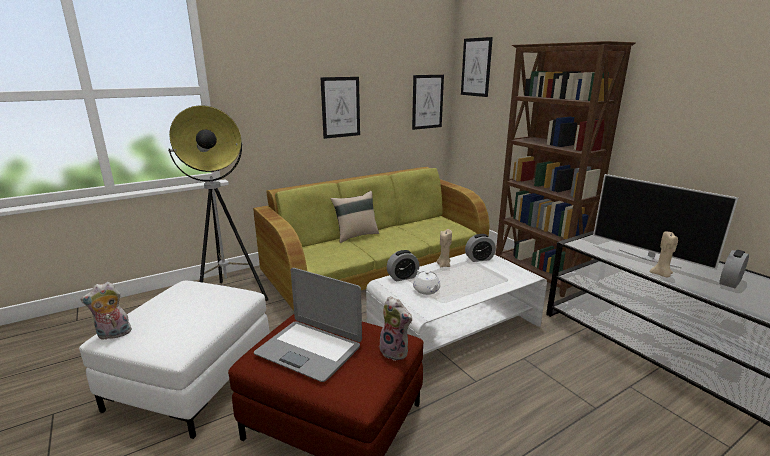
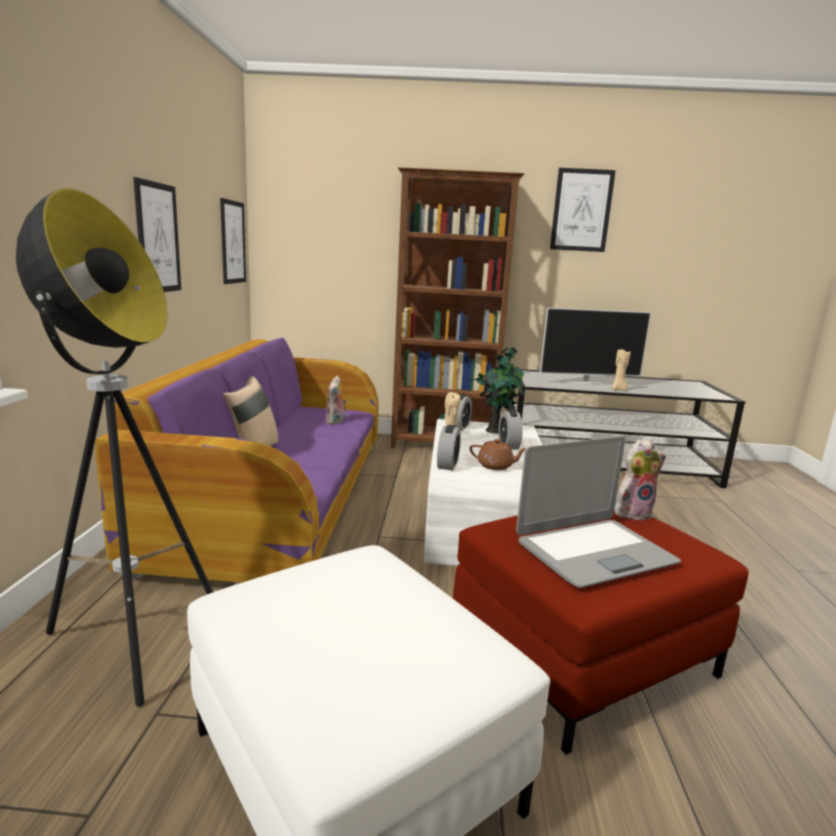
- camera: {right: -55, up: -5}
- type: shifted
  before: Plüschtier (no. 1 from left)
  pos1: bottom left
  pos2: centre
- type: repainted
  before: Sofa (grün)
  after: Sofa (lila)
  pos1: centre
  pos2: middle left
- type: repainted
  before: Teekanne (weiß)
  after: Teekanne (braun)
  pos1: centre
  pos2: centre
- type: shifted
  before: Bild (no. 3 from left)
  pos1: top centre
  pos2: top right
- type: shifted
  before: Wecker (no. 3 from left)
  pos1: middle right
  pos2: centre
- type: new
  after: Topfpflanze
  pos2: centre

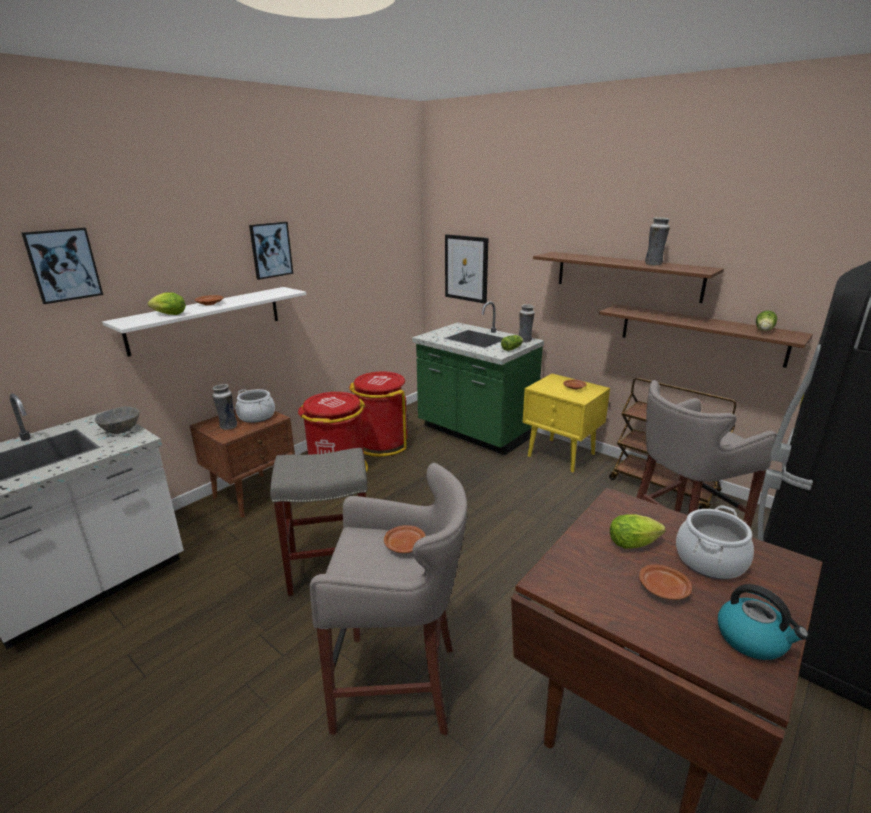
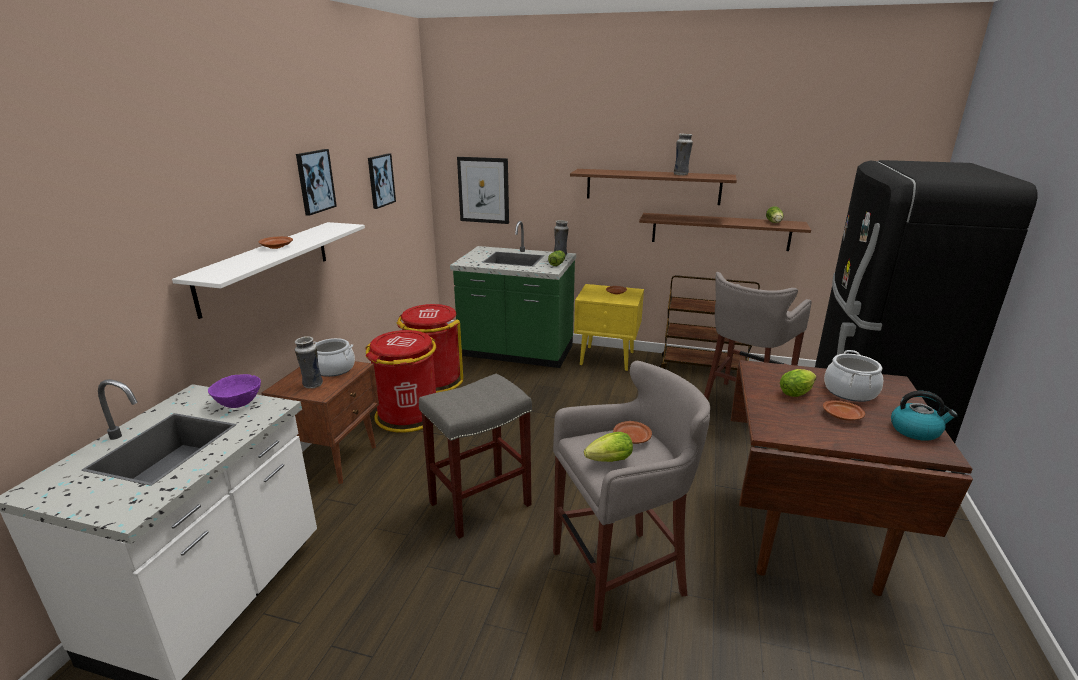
- camera: {right: -25, up: 0}
- type: shifted
  before: Bild (no. 1 from left in the first image)
  after: Bild (no. 2 from left)
  pos1: top left
  pos2: top centre
- type: repainted
  before: Schüssel (grau)
  after: Schüssel (lila)
  pos1: middle left
  pos2: middle left
- type: shifted
  before: Salatkopf (no. 1 from left in the first image)
  after: Salatkopf (no. 2 from left)
  pos1: middle left
  pos2: centre

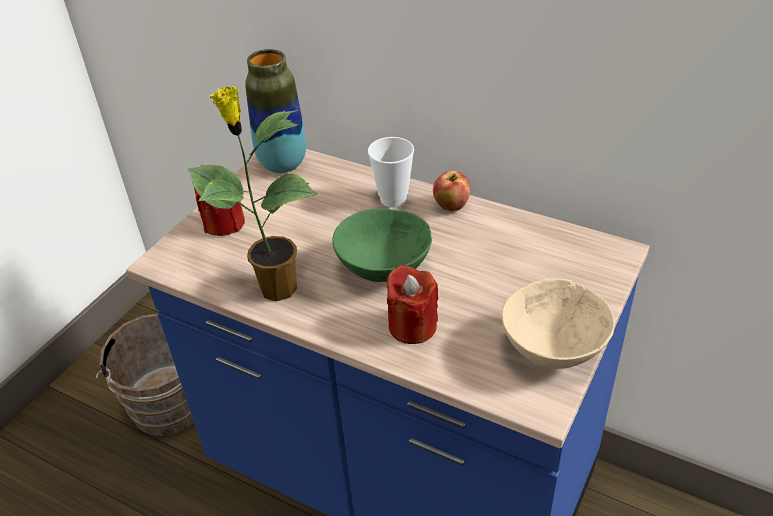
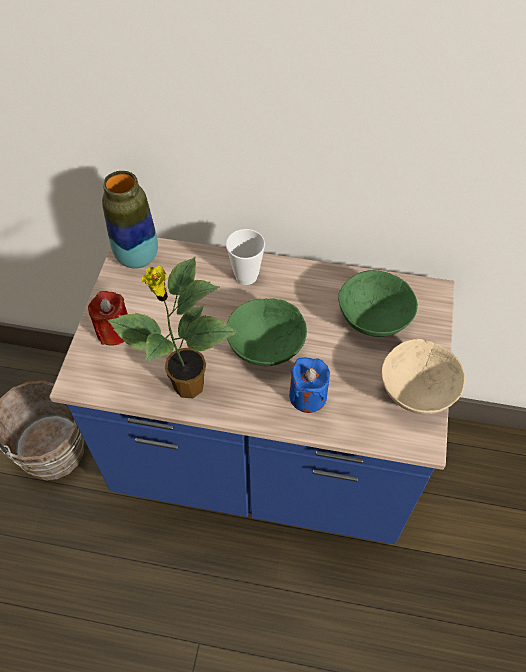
- camera: {right: -20, up: 15}
- type: repainted
  before: Kerze (rot) (no. 2 from left)
  after: Kerze (blau)
  pos1: centre
  pos2: centre
- type: gone
  before: Apfel
  pos1: centre
- type: new
  after: Schüssel (grün) (no. 2 from left)
  pos2: middle right

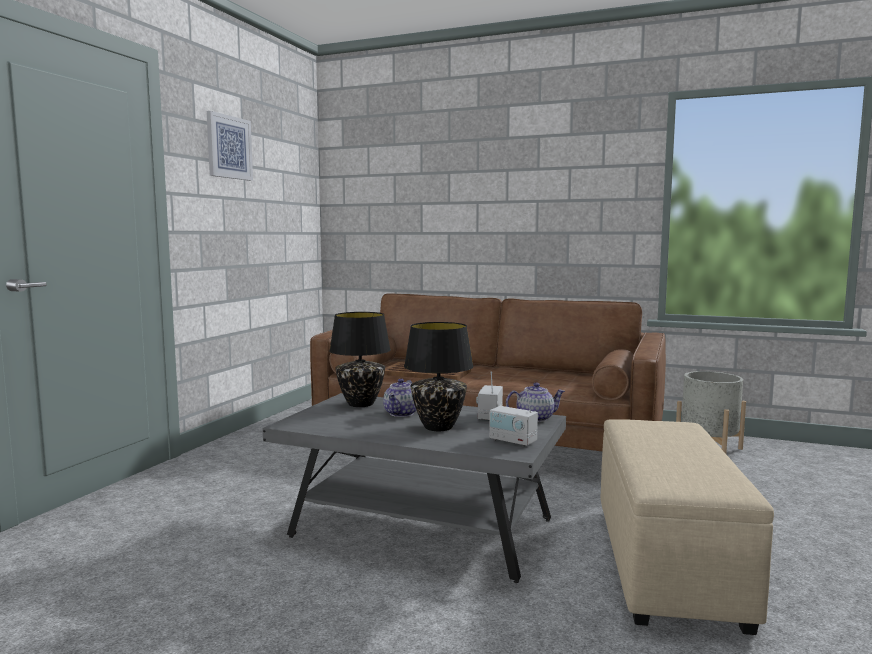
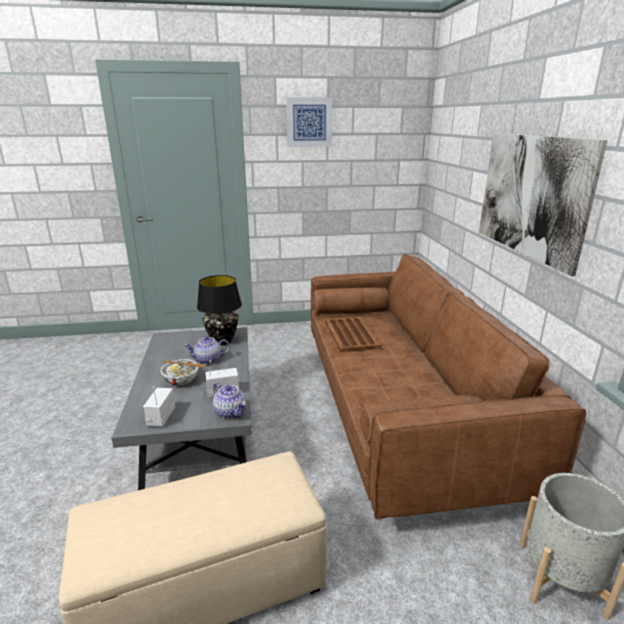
- camera: {right: 60, up: 15}
- type: swapped
  before: Tischlampe (schwarz) (no. 2 from left)
  after: Schüssel
  pos1: centre
  pos2: middle left
- type: new
  after: Bild (no. 2 from left)
  pos2: top right

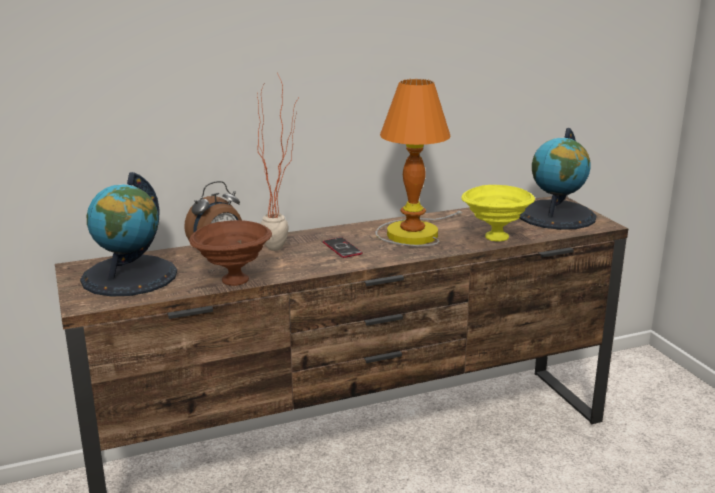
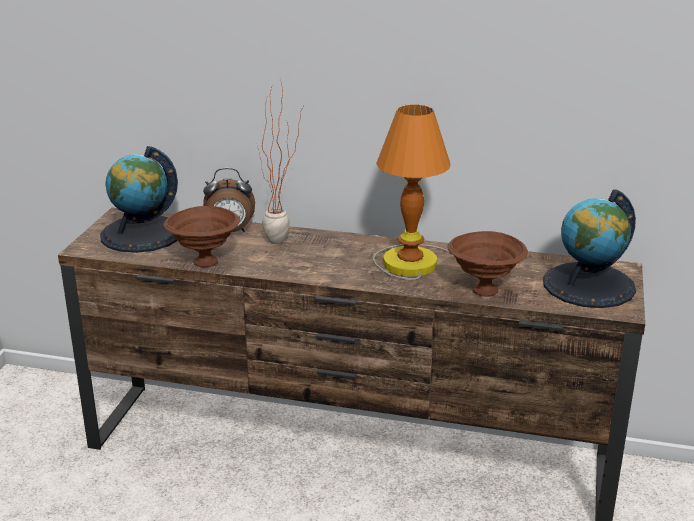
- camera: {right: 35, up: 5}
- type: gone
  before: Handy
  pos1: centre
- type: repainted
  before: Schüssel (gelb)
  after: Schüssel (braun) (no. 2 from left)
  pos1: middle right
  pos2: middle right

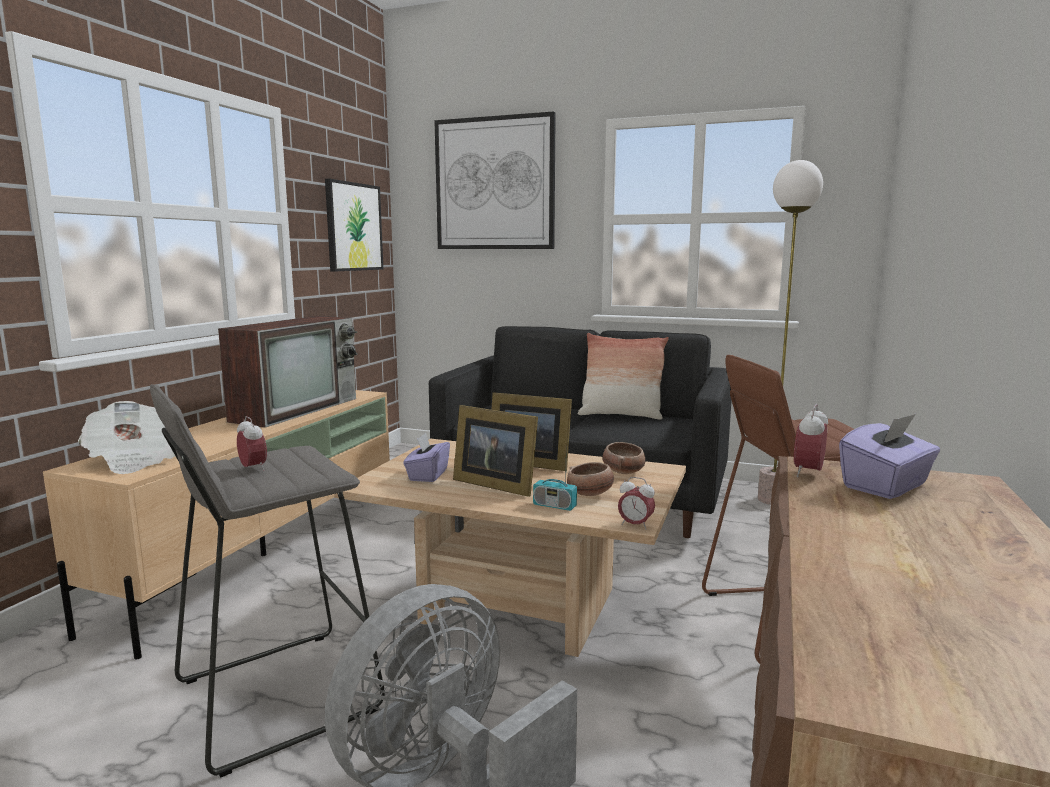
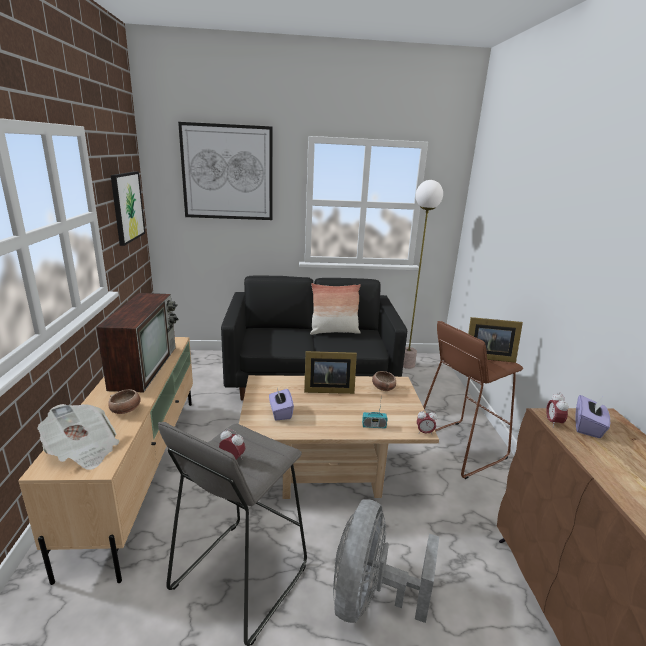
- camera: {right: -25, up: 10}
- type: shifted
  before: Bilderrahmen (no. 1 from left in the first image)
  after: Bilderrahmen (no. 2 from left)
  pos1: centre
  pos2: middle right
- type: shifted
  before: Schüssel (no. 1 from left)
  pos1: centre
  pos2: middle left

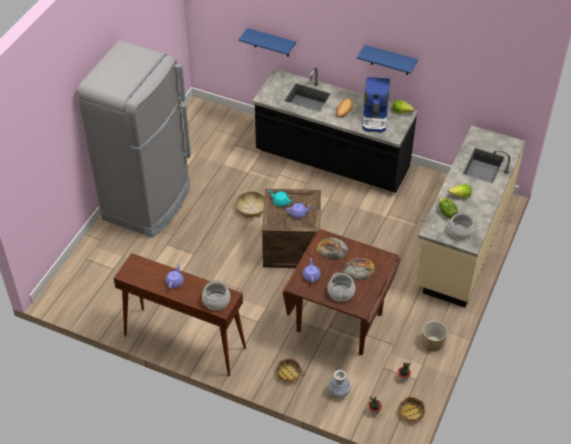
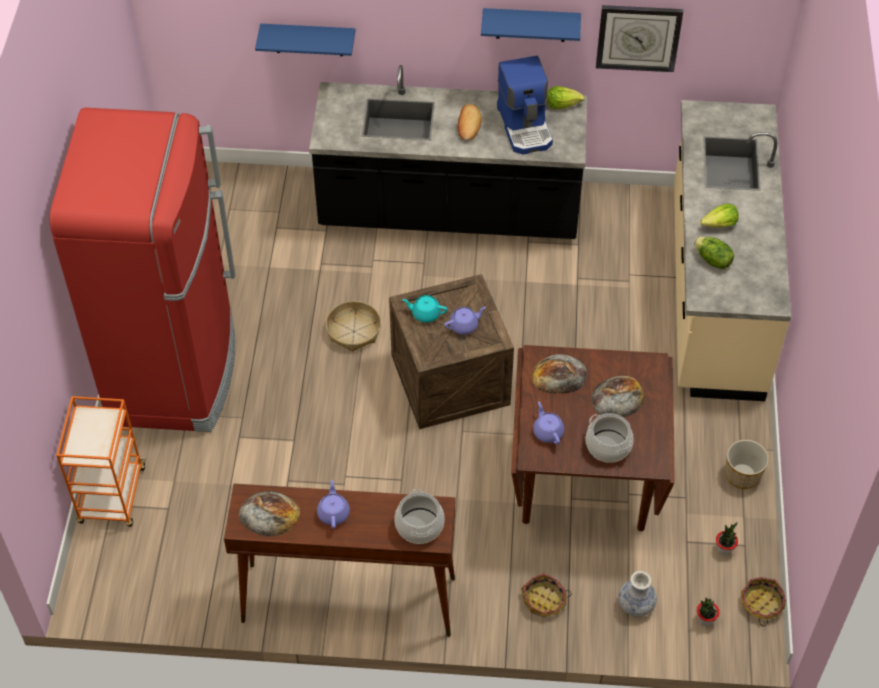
- camera: {right: -20, up: 5}
- type: repainted
  before: Kühlschrank (grau)
  after: Kühlschrank (rot)
  pos1: top left
  pos2: middle left
- type: gone
  before: Kochtopf (no. 3 from left)
  pos1: middle right
- type: new
  after: Rollwagen (orange)
  pos2: bottom left
- type: new
  after: Brot (no. 1 from left)
  pos2: bottom left
- type: new
  after: Wanduhr
  pos2: top right

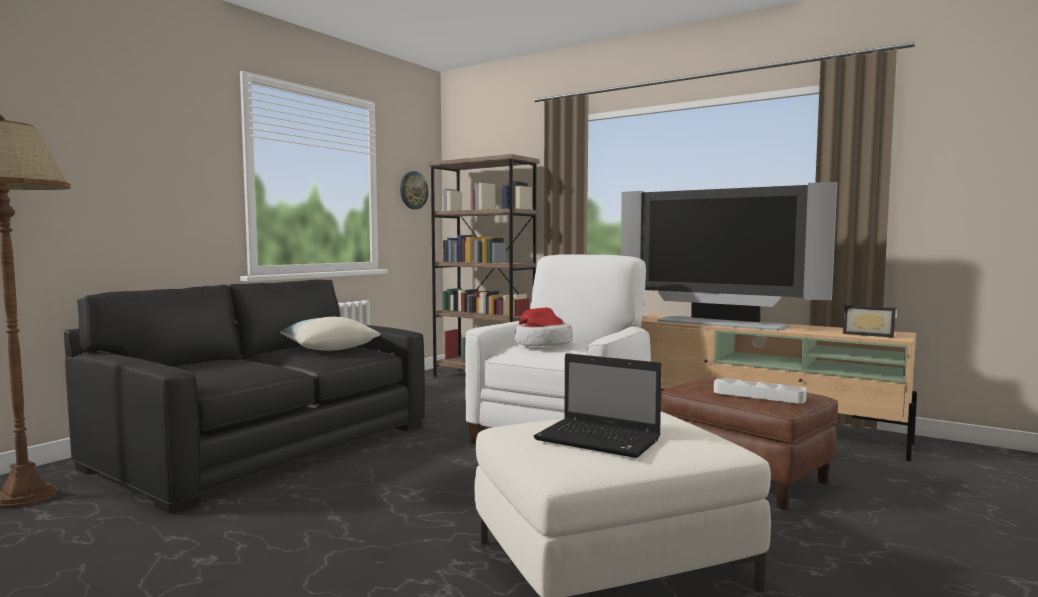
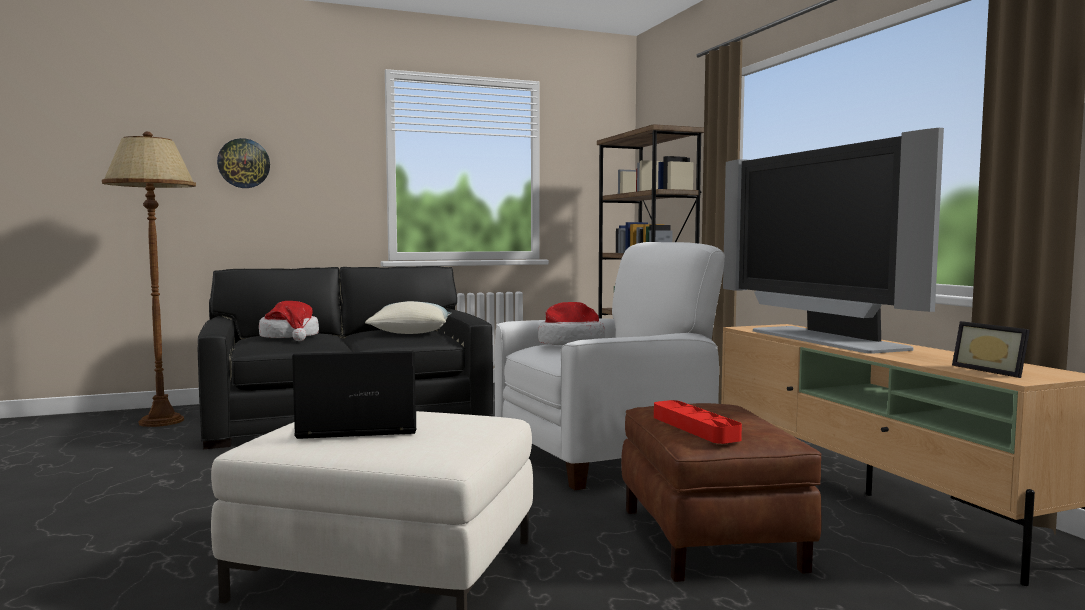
- camera: {right: 35, up: 0}
- type: shifted
  before: Wanduhr
  pos1: top centre
  pos2: top left
- type: rotated
  before: Laptop
  pos1: bottom centre
  pos2: middle left
  turn: 105
- type: repainted
  before: Tablett (weiß)
  after: Tablett (rot)
  pos1: middle right
  pos2: bottom centre
- type: new
  after: Hut (no. 1 from left)
  pos2: middle left

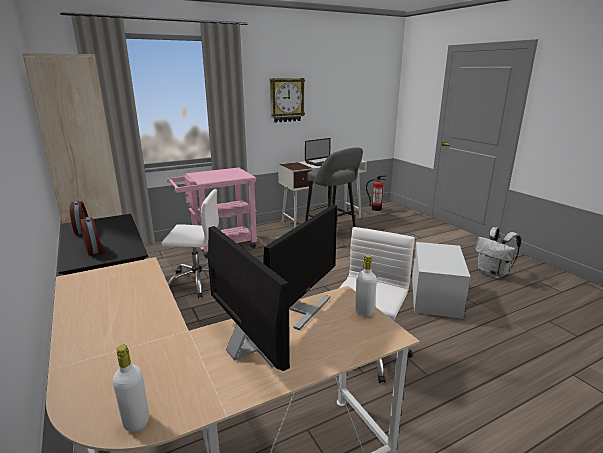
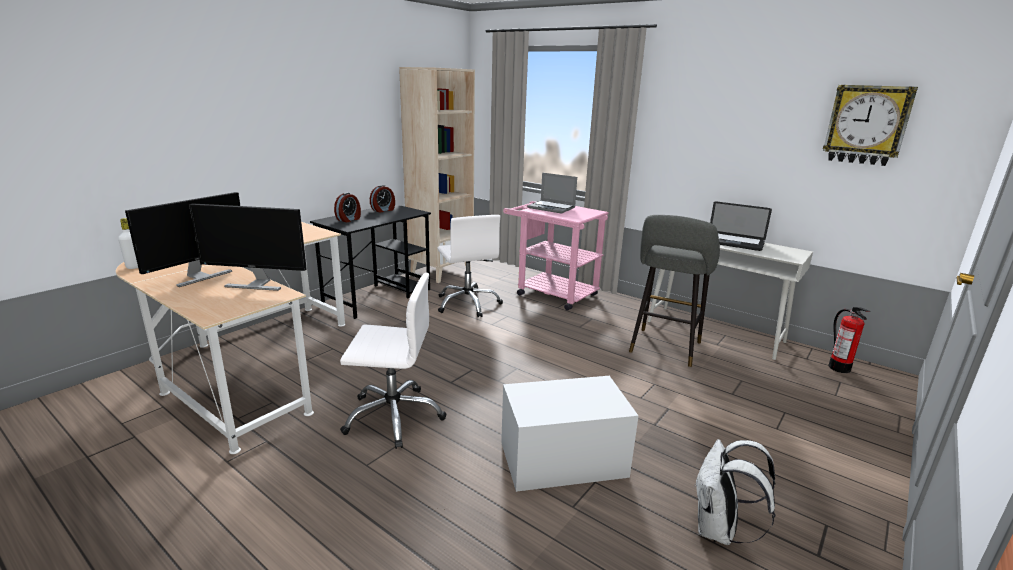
- camera: {right: 65, up: 0}
- type: shifted
  before: Wanduhr
  pos1: top centre
  pos2: top right
- type: gone
  before: Flasche (weiß) (no. 2 from left)
  pos1: centre
- type: new
  after: Laptop (no. 1 from left)
  pos2: centre

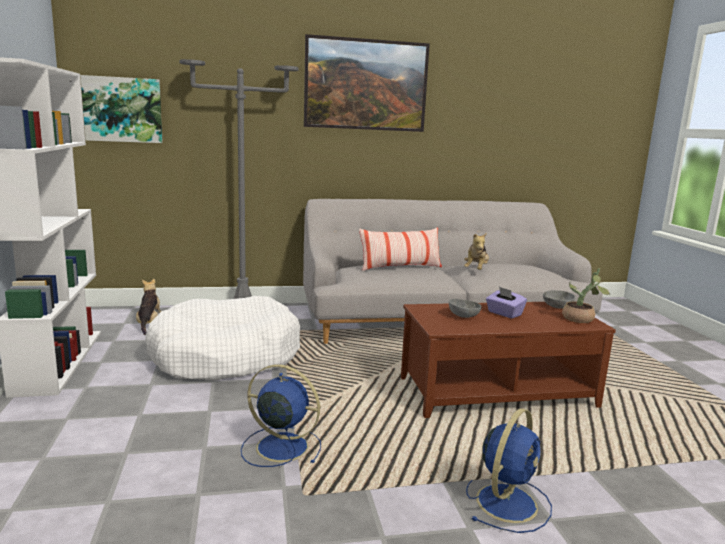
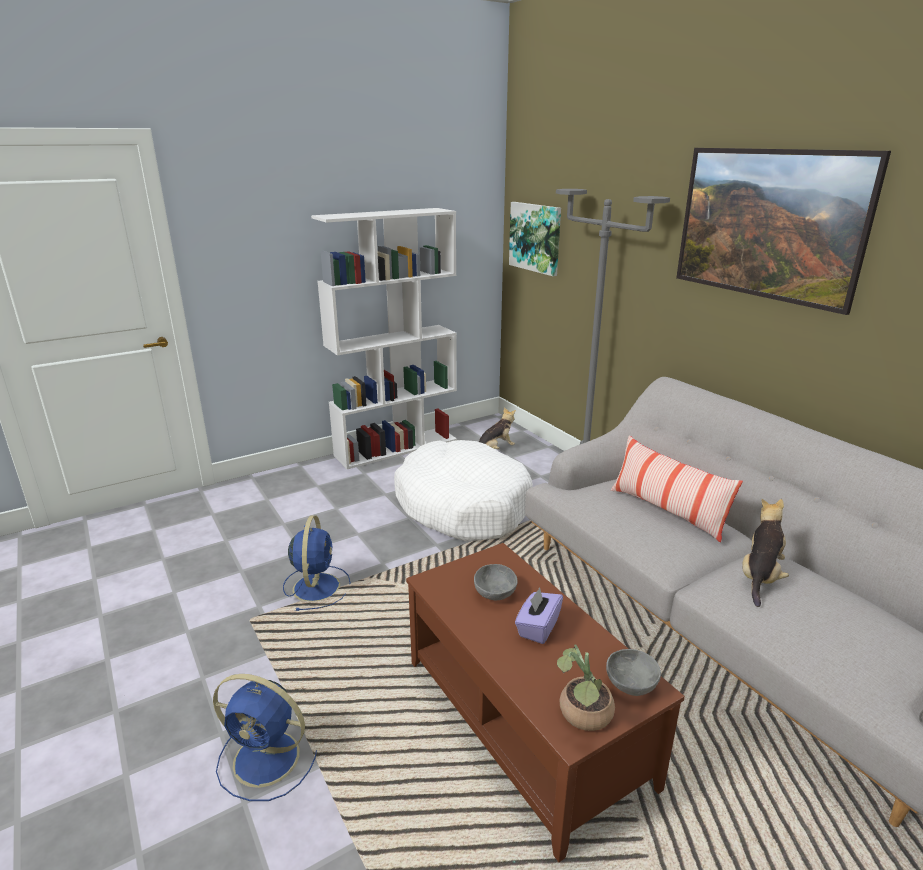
- camera: {right: 70, up: 10}
- type: rotated
  before: Plüschtier (no. 2 from left)
  pos1: centre
  pos2: middle right
  turn: 120

